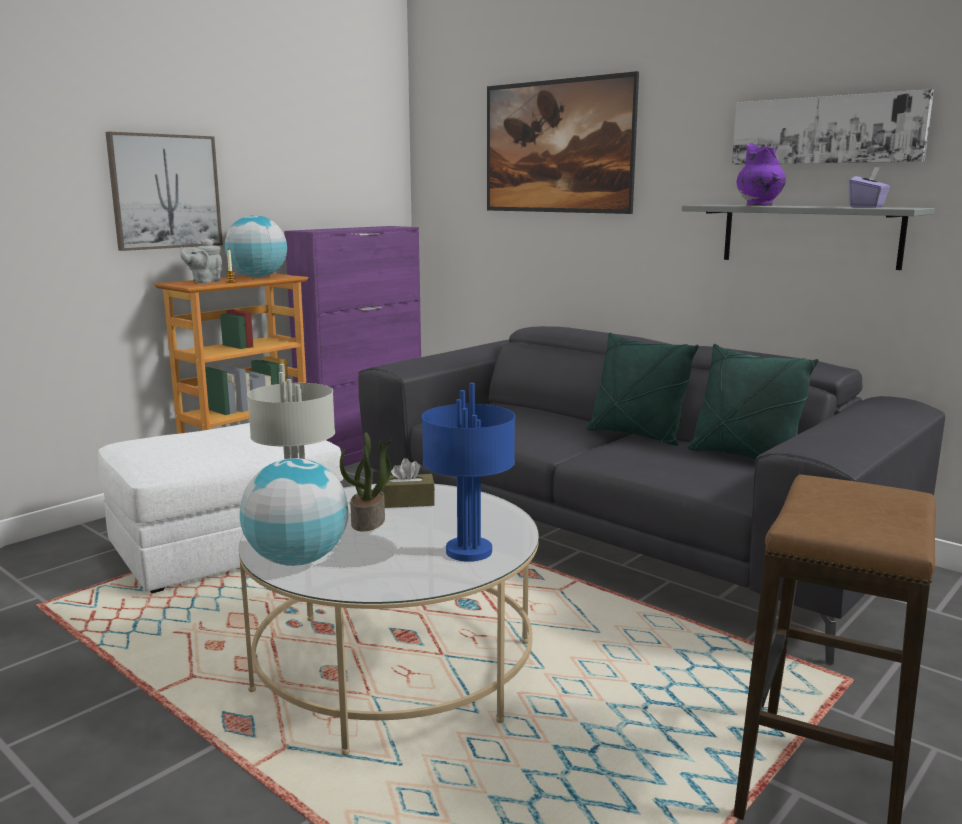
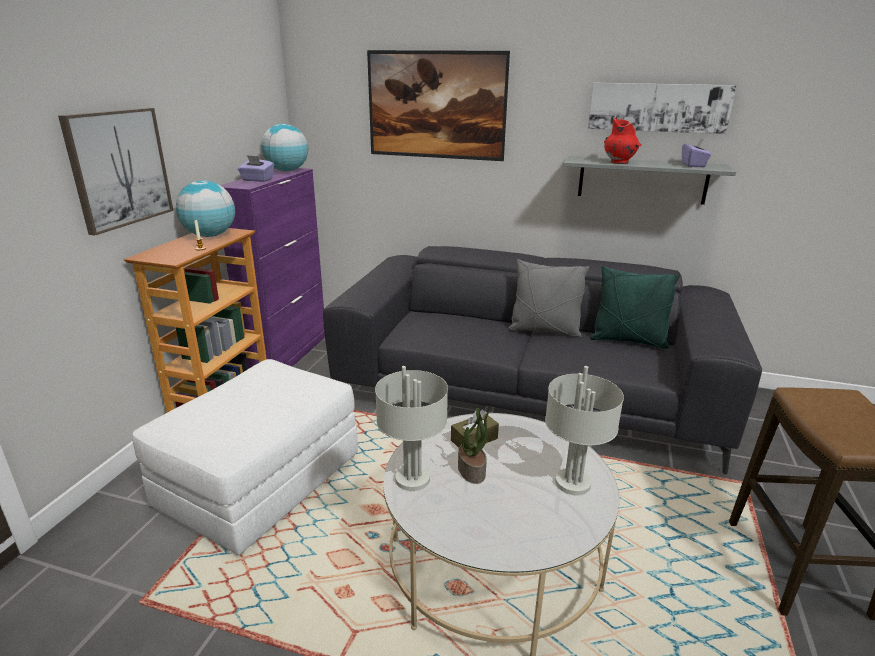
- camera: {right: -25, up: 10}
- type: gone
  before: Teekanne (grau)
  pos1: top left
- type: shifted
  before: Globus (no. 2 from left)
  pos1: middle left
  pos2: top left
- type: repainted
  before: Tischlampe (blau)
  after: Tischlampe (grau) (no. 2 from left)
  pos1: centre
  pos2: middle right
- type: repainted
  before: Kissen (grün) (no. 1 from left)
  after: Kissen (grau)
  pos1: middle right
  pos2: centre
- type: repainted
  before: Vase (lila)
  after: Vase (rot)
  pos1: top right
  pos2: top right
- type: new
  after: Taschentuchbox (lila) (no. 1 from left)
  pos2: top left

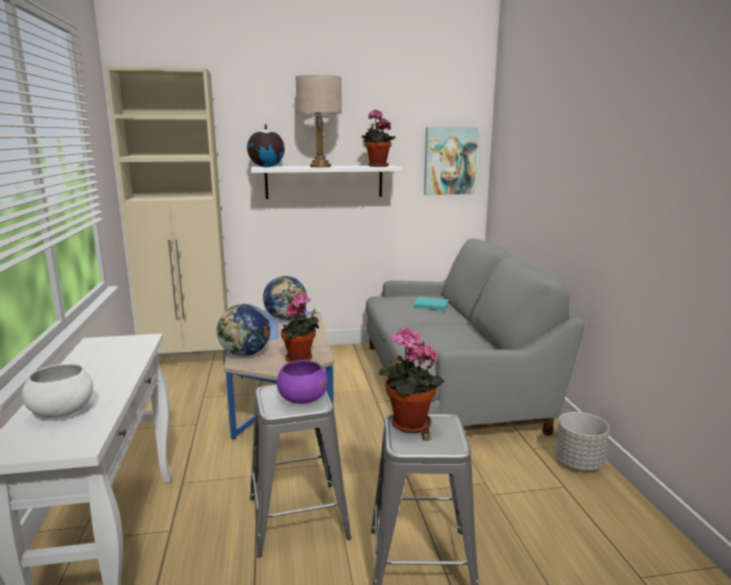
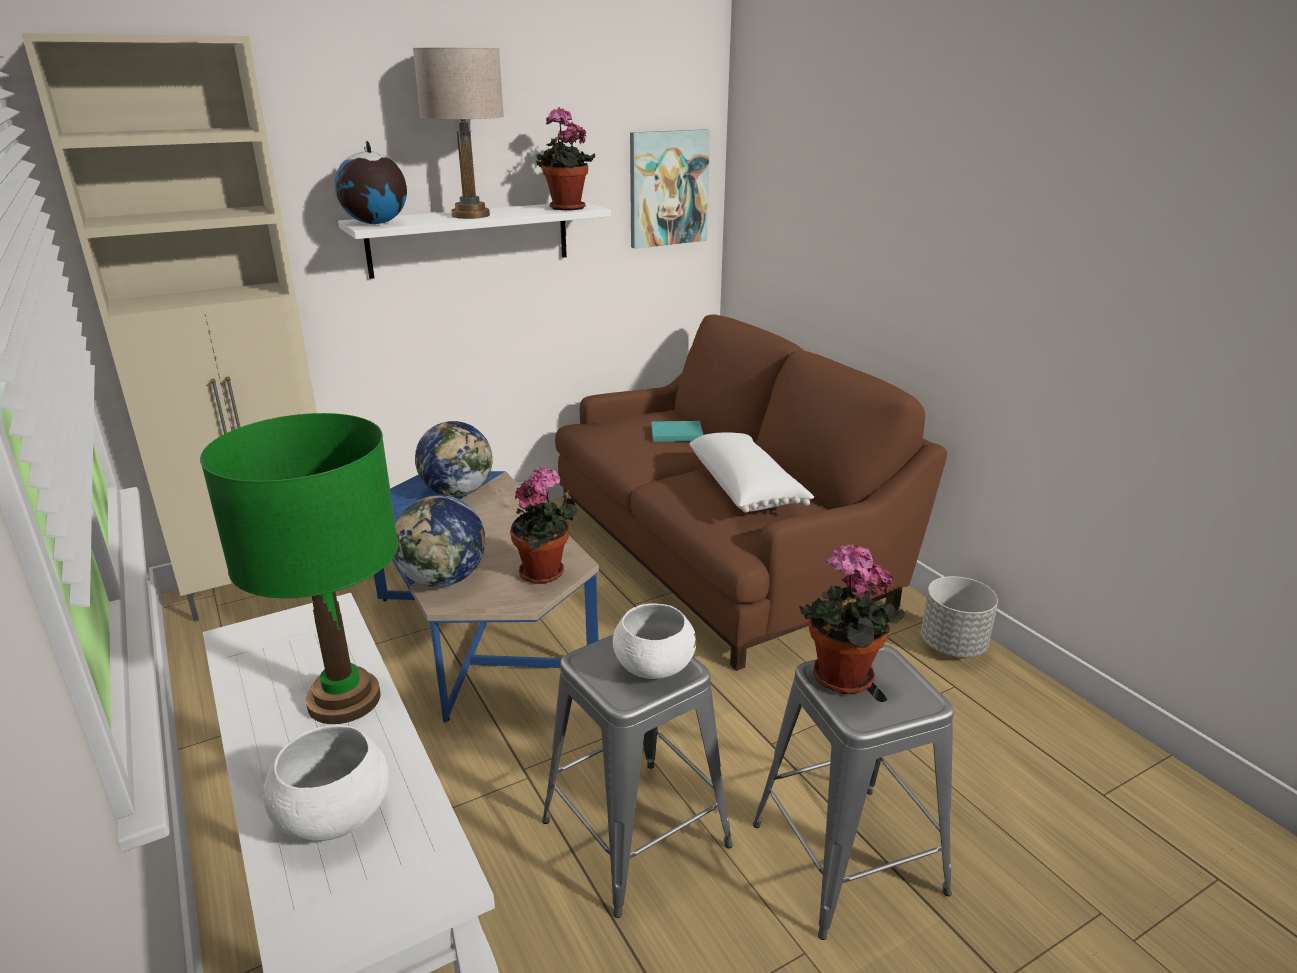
- camera: {right: -20, up: 10}
- type: repainted
  before: Schüssel (lila)
  after: Schüssel (weiß) (no. 2 from left)
  pos1: centre
  pos2: centre
- type: repainted
  before: Sofa (grau)
  after: Sofa (braun)
  pos1: centre
  pos2: centre
- type: new
  after: Tischlampe (grün)
  pos2: middle left
- type: new
  after: Kissen (weiß)
  pos2: centre

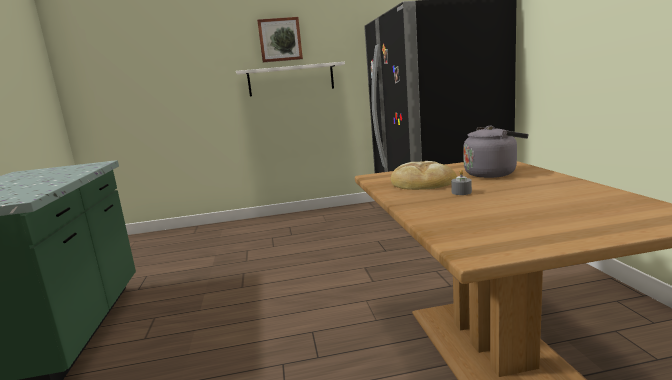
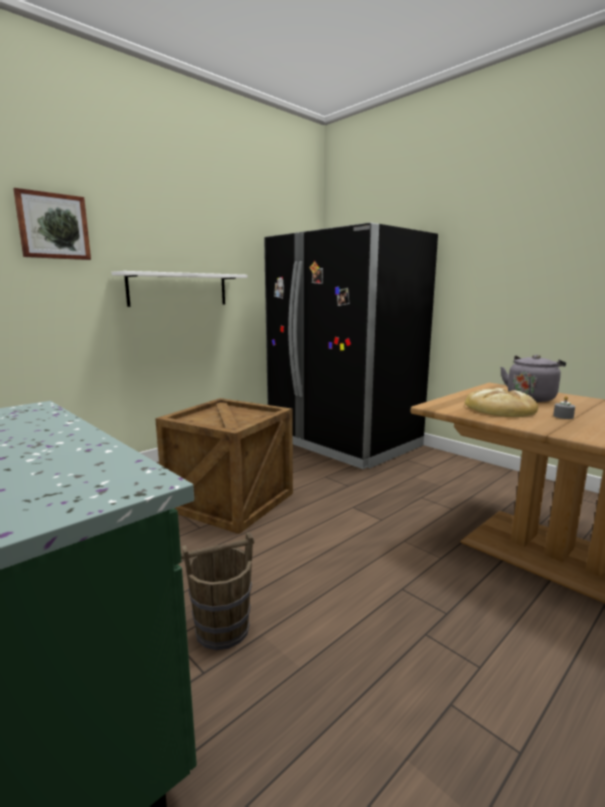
- camera: {right: -35, up: 0}
- type: shifted
  before: Bild
  pos1: top centre
  pos2: top left
- type: new
  after: Kiste
  pos2: centre
- type: new
  after: Eimer (braun)
  pos2: bottom centre

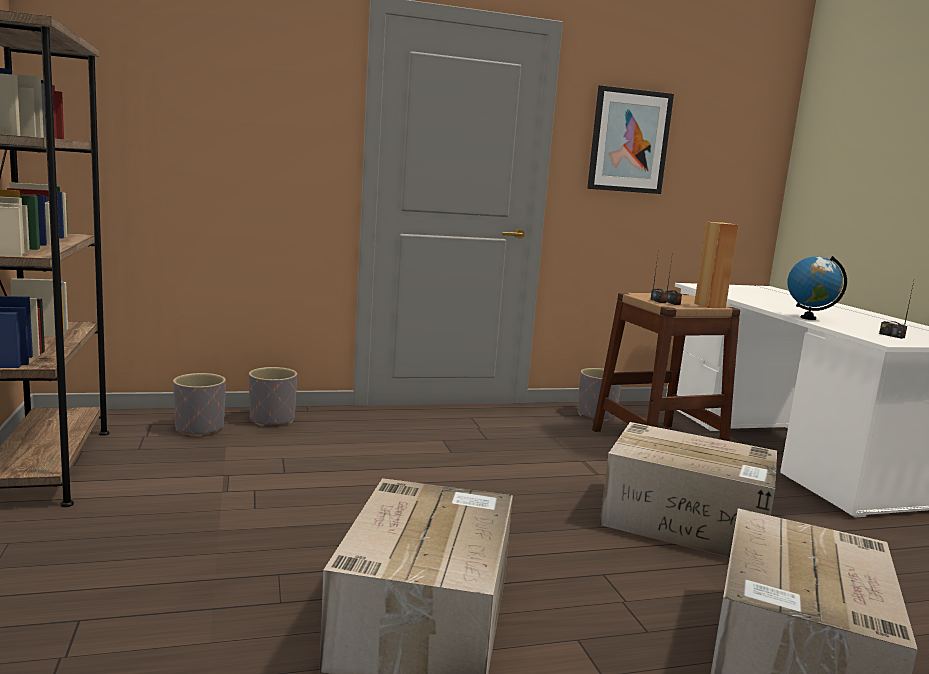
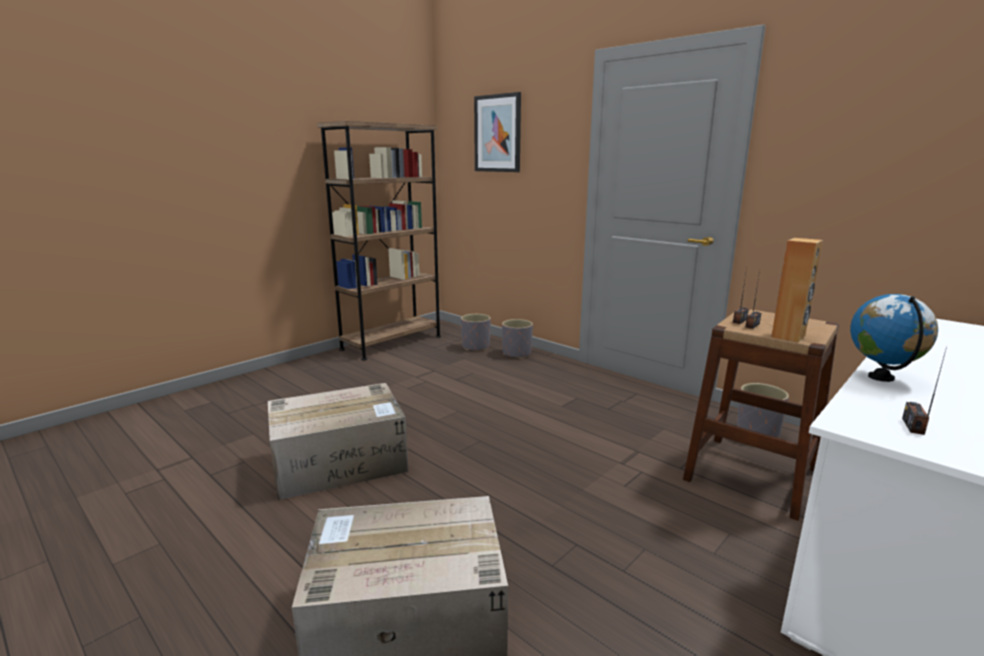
- camera: {right: 60, up: 5}
- type: shifted
  before: Bild
  pos1: top right
  pos2: top centre
- type: gone
  before: Karton (no. 2 from left)
  pos1: bottom right

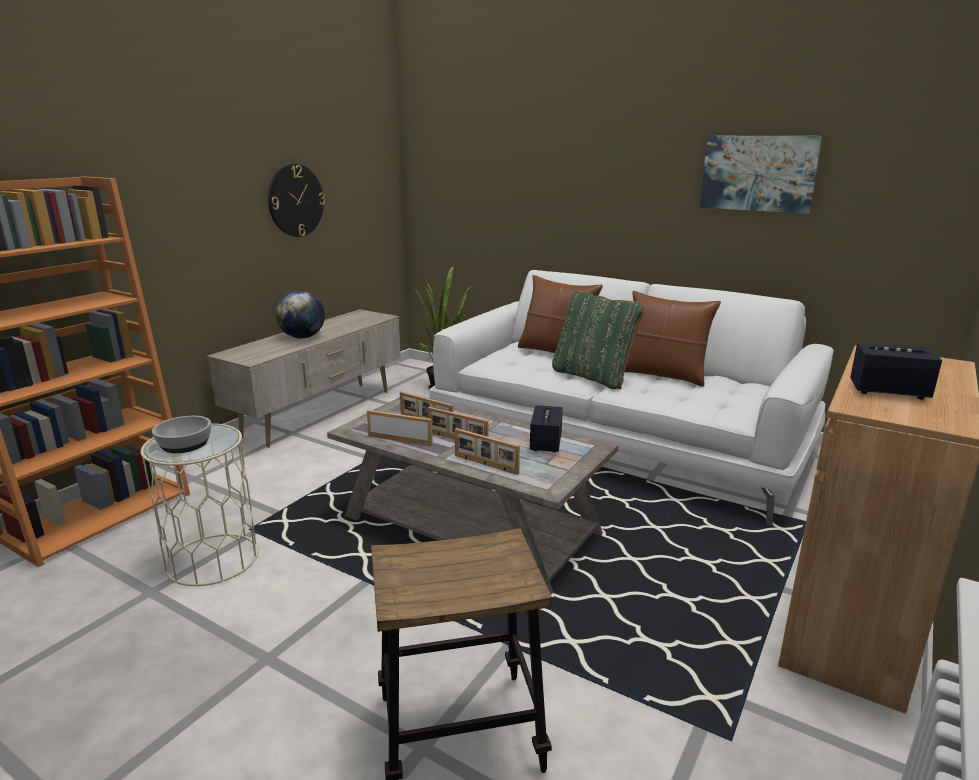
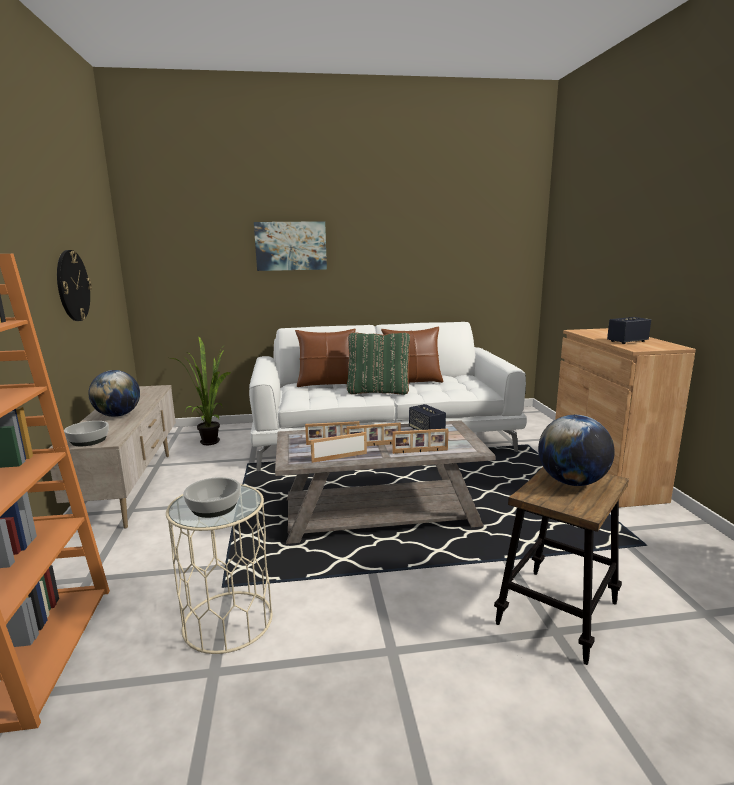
- camera: {right: -40, up: -5}
- type: shifted
  before: Bild
  pos1: top right
  pos2: top centre
- type: new
  after: Schüssel (no. 1 from left)
  pos2: middle left
- type: new
  after: Globus (no. 2 from left)
  pos2: middle right

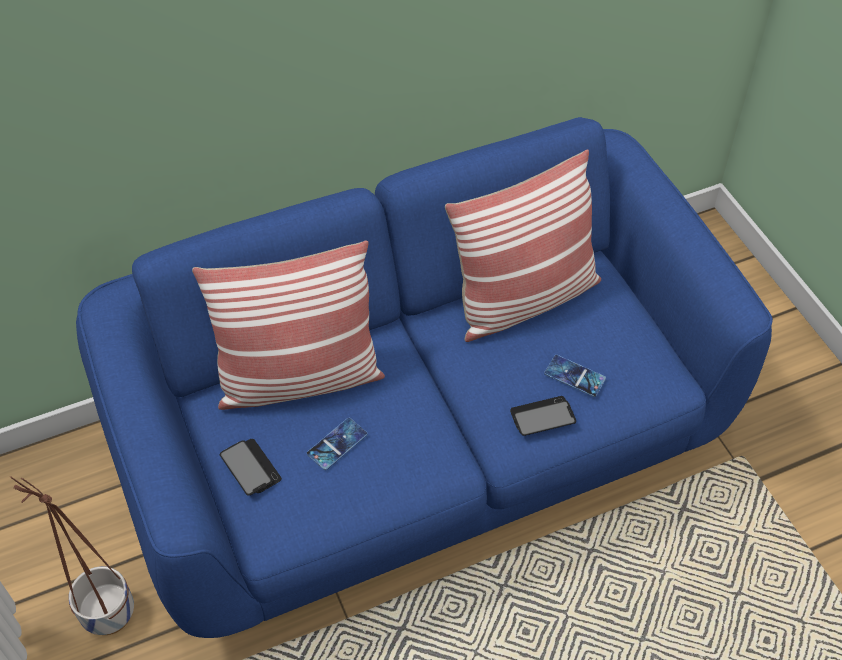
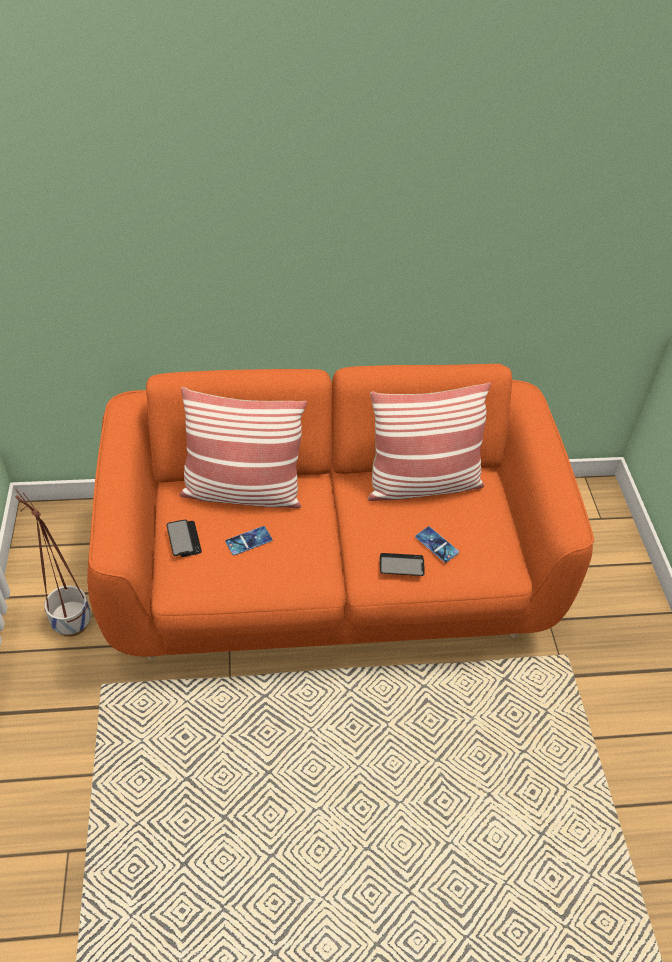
- camera: {right: 15, up: -5}
- type: repainted
  before: Sofa (blau)
  after: Sofa (orange)
  pos1: centre
  pos2: centre

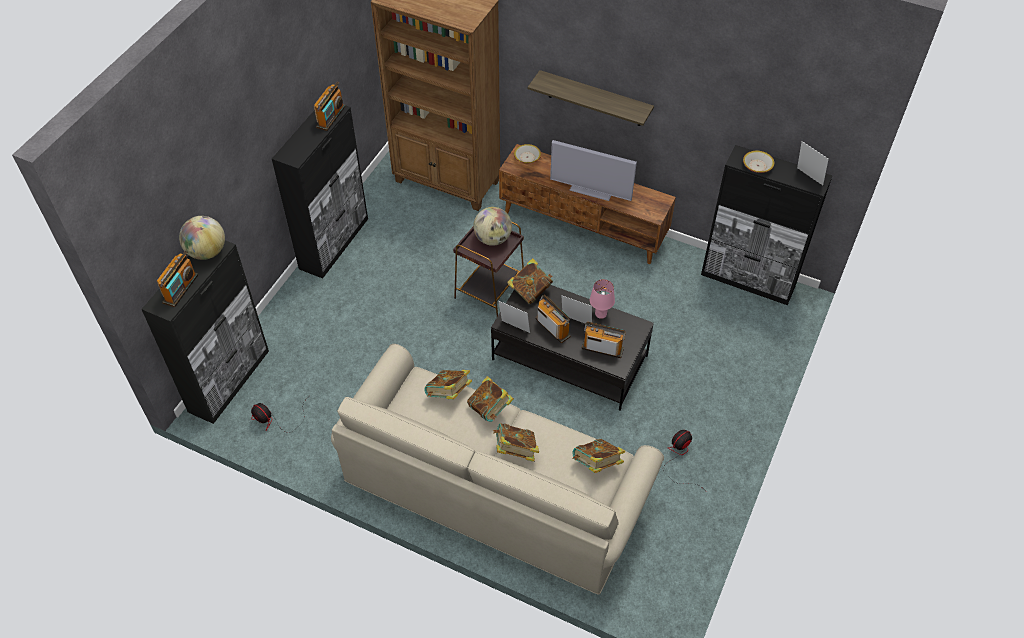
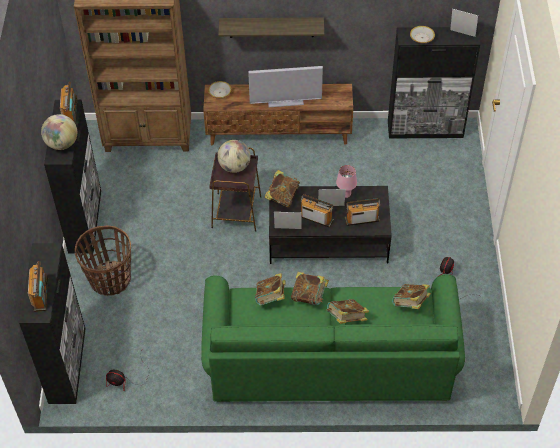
- camera: {right: -25, up: 0}
- type: shifted
  before: Globus (no. 1 from left)
  pos1: middle left
  pos2: top left
- type: repainted
  before: Sofa (beige)
  after: Sofa (grün)
  pos1: bottom centre
  pos2: bottom centre
- type: new
  after: Korb
  pos2: middle left

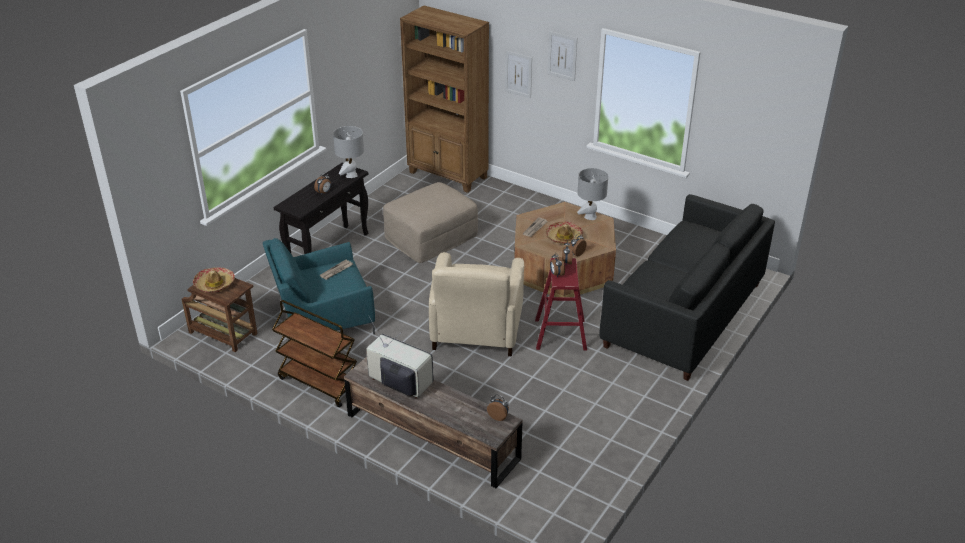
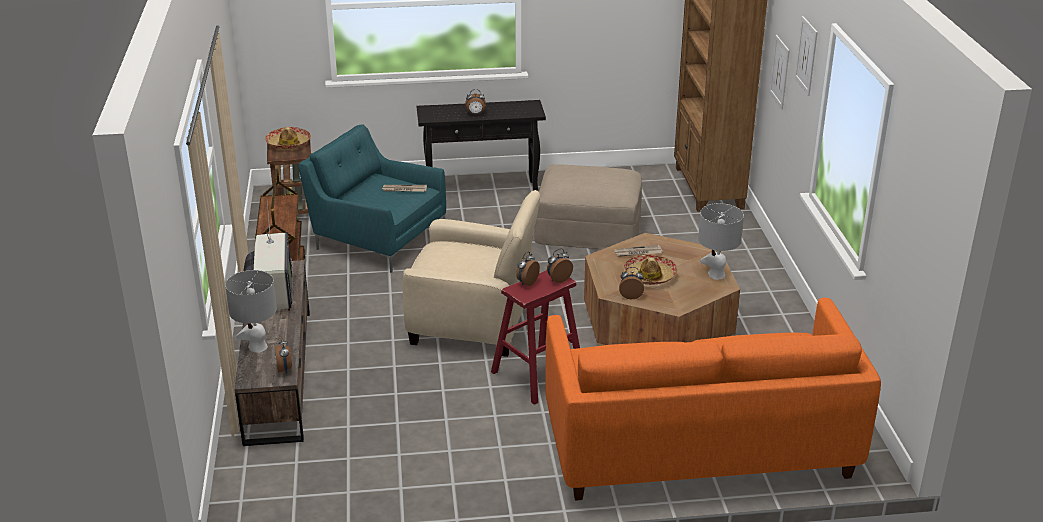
- camera: {right: 50, up: -5}
- type: shifted
  before: Tischlampe (grau) (no. 1 from left)
  pos1: top centre
  pos2: middle left
- type: rotated
  before: Sessel (beige)
  pos1: centre
  pos2: centre
  turn: -135
- type: repainted
  before: Sofa (schwarz)
  after: Sofa (orange)
  pos1: middle right
  pos2: bottom right

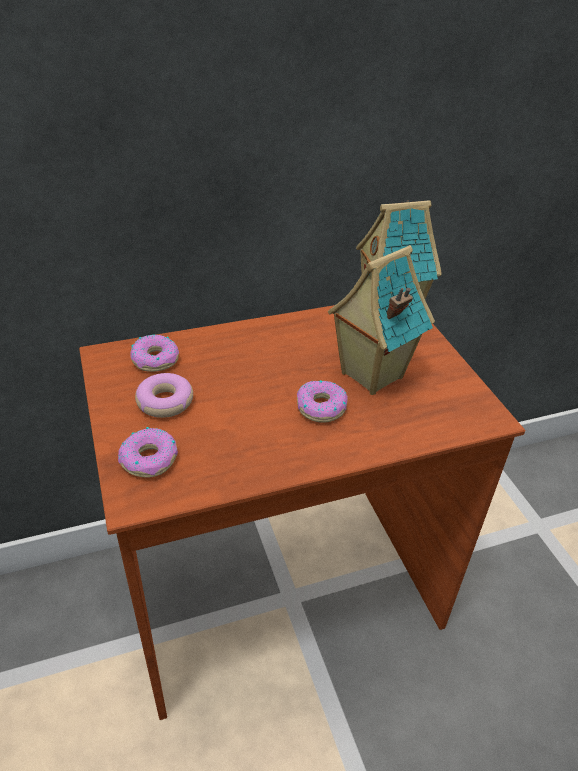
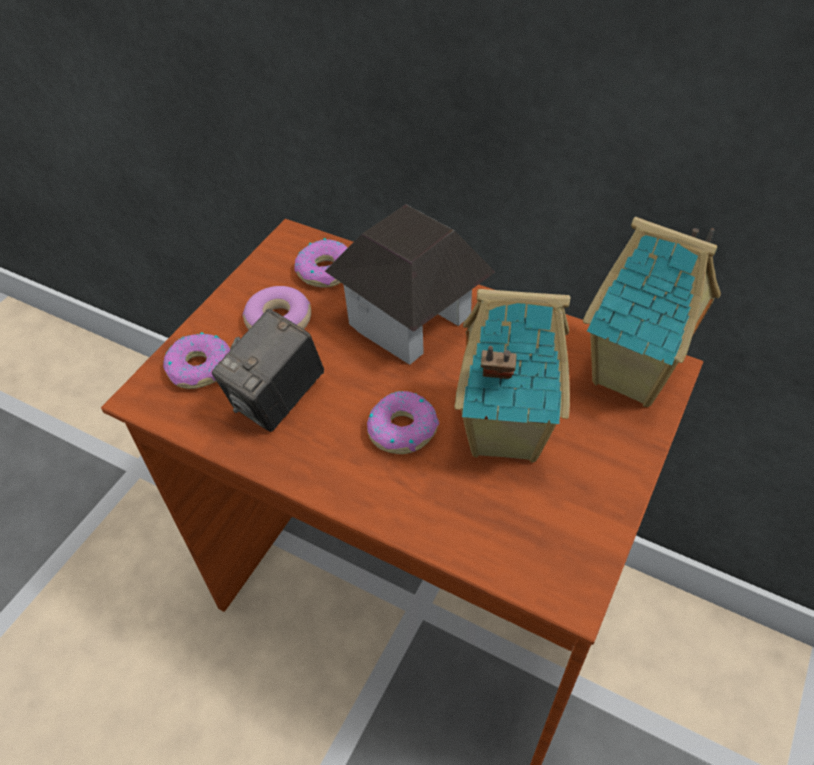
- camera: {right: 50, up: 10}
- type: new
  after: Kamera
  pos2: middle left
- type: new
  after: Spielzeughaus (no. 1 from left)
  pos2: centre

